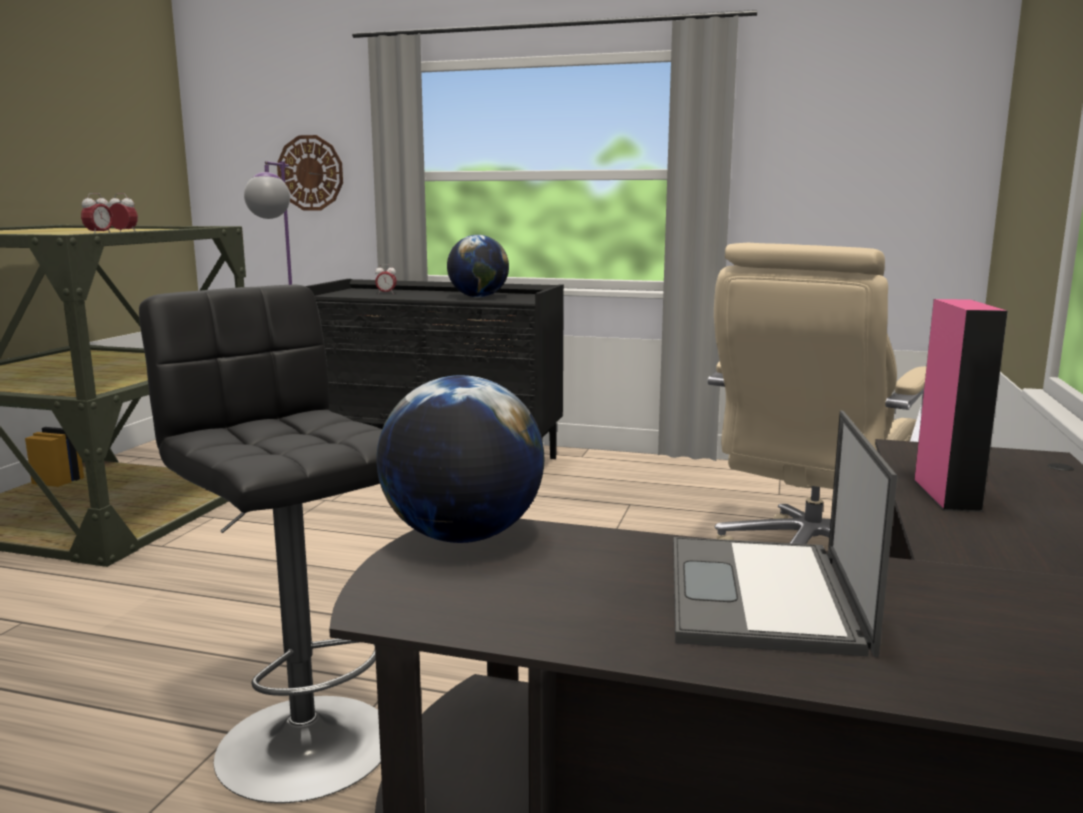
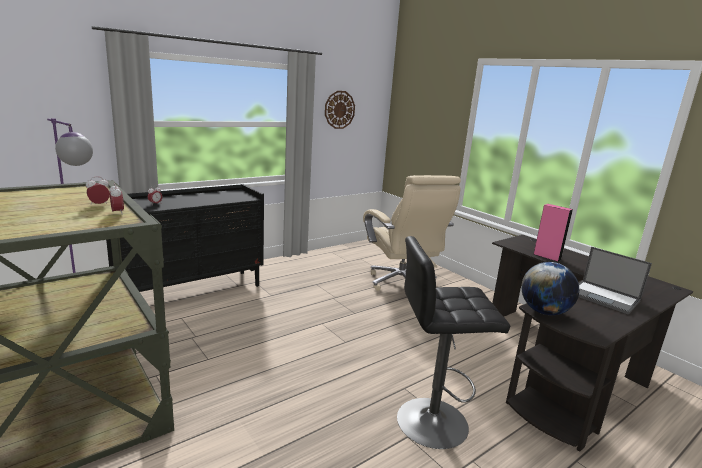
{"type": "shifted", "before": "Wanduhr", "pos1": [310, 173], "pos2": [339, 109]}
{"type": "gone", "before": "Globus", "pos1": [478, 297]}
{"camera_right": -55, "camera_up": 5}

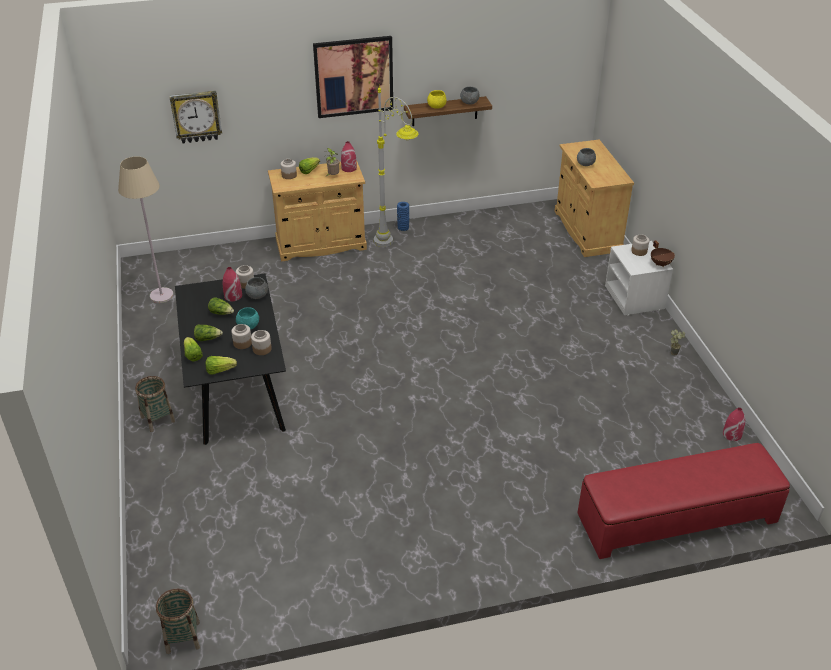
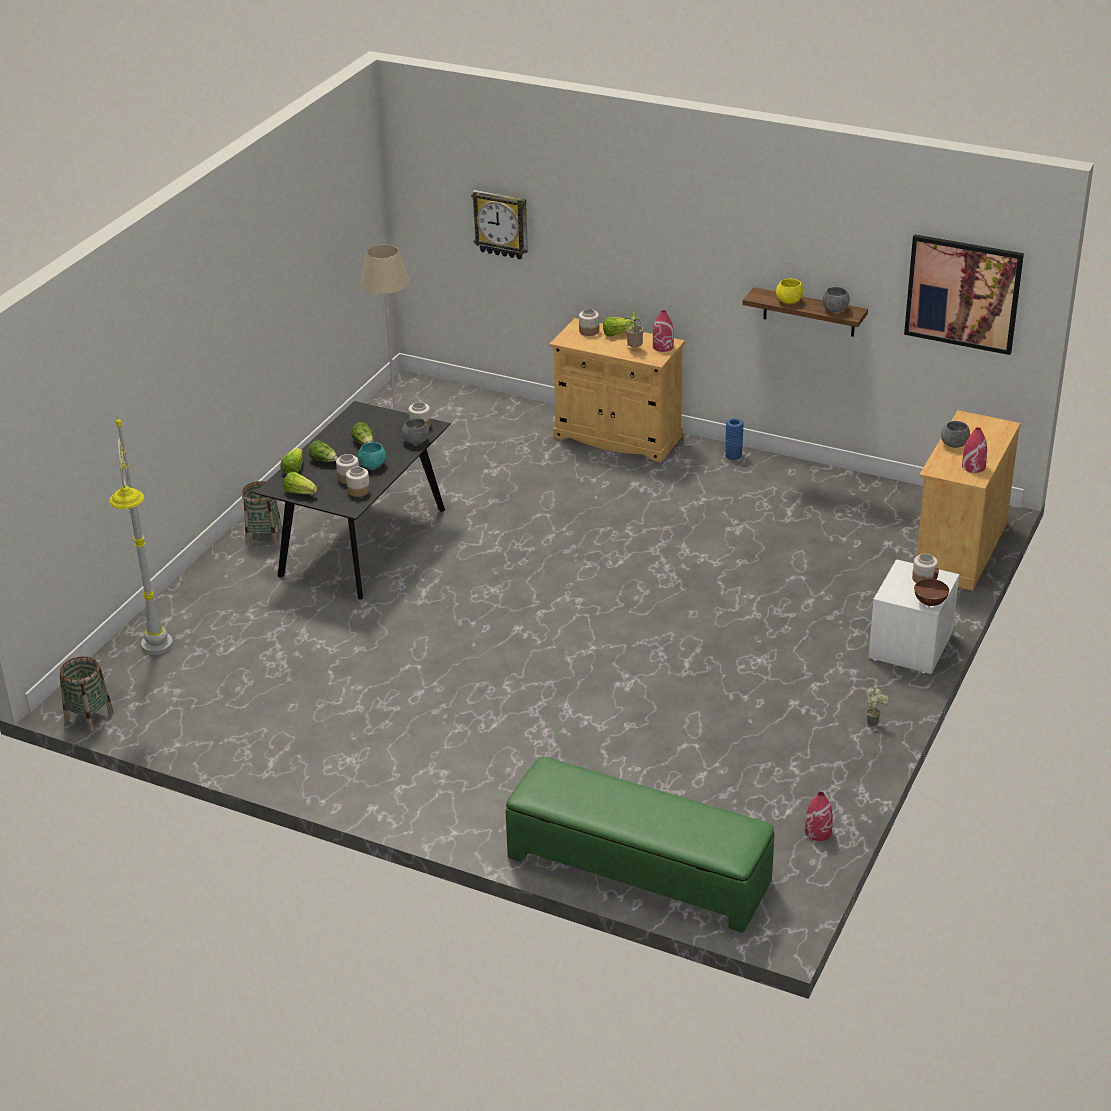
{"type": "shifted", "before": "Stehlampe (grau)", "pos1": [396, 247], "pos2": [157, 661]}
{"type": "repainted", "before": "Bank (rot)", "after": "Bank (grün)", "pos1": [676, 518], "pos2": [637, 869]}
{"type": "shifted", "before": "Bild", "pos1": [354, 76], "pos2": [963, 293]}
{"type": "shifted", "before": "Vase (rot)", "pos1": [233, 296], "pos2": [973, 466]}
{"camera_right": 40, "camera_up": -5}

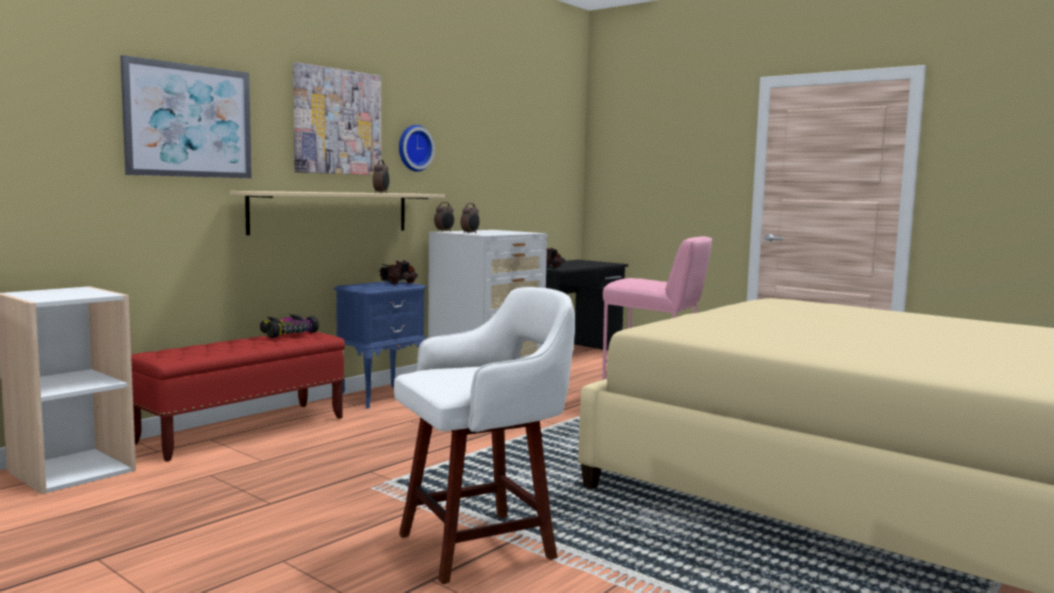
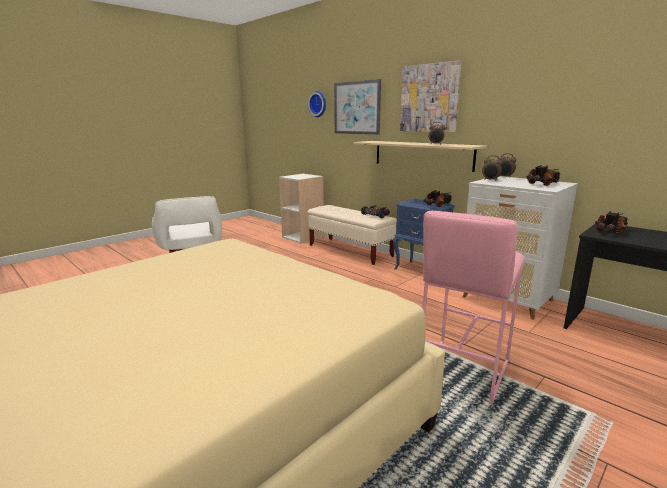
{"type": "repainted", "before": "Bank (rot)", "after": "Bank (beige)", "pos1": [243, 431], "pos2": [350, 251]}
{"type": "shifted", "before": "Wanduhr", "pos1": [413, 148], "pos2": [318, 104]}
{"type": "new", "after": "Spielzeuglaster", "pos2": [543, 184]}
{"camera_right": 95, "camera_up": 10}

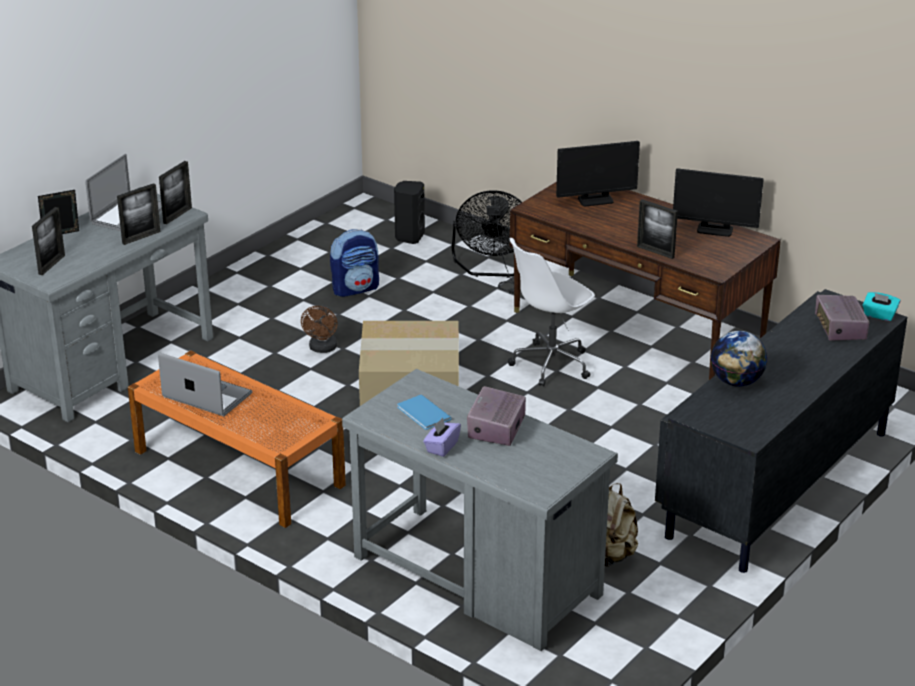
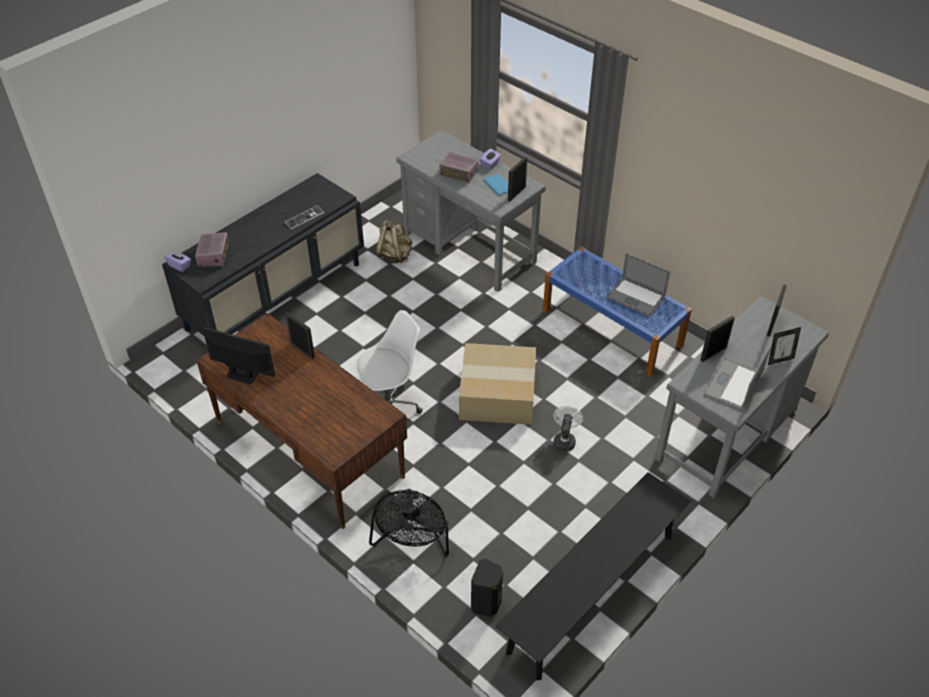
{"type": "repainted", "before": "Taschentuchbox (türkis)", "after": "Taschentuchbox (lila)", "pos1": [879, 315], "pos2": [179, 266]}
{"type": "swapped", "before": "Globus", "after": "Tastatur", "pos1": [736, 382], "pos2": [304, 218]}
{"type": "rotated", "before": "Radio", "pos1": [496, 428], "pos2": [459, 174], "turn": 90}
{"type": "new", "after": "Bank (schwarz)", "pos2": [592, 592]}
{"type": "shifted", "before": "Bilderrahmen", "pos1": [177, 215], "pos2": [516, 193]}
{"type": "repainted", "before": "Bank (orange)", "after": "Bank (blau)", "pos1": [238, 469], "pos2": [612, 327]}
{"type": "repainted", "before": "Ventilator (braun)", "after": "Ventilator (weiß)", "pos1": [322, 349], "pos2": [564, 440]}
{"type": "gone", "before": "Rucksack", "pos1": [355, 288]}
{"type": "gone", "before": "Monitor", "pos1": [595, 200]}
{"camera_right": -175, "camera_up": 15}

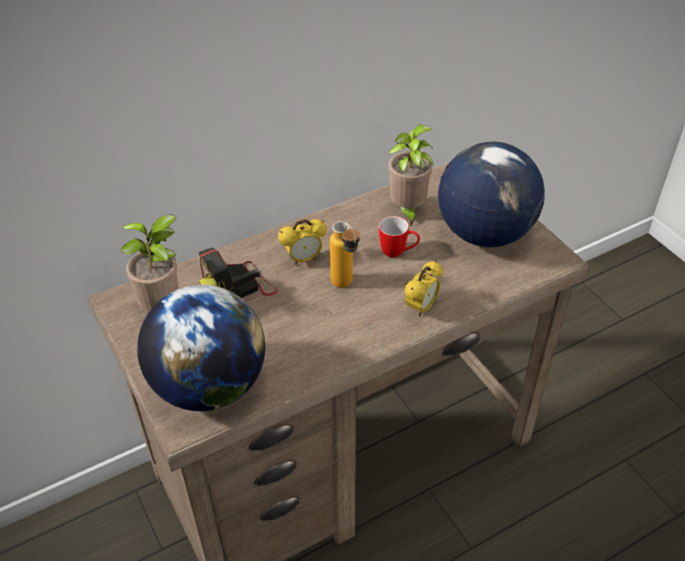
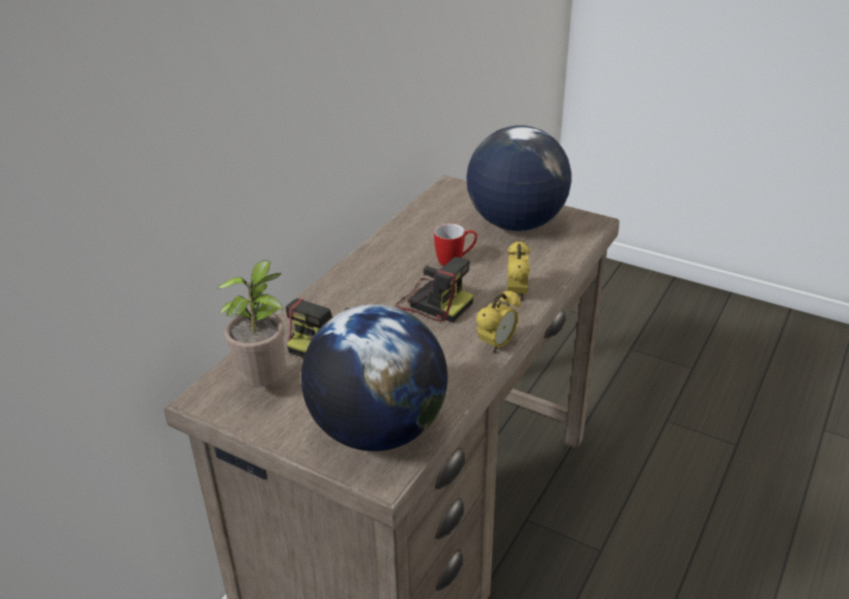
{"type": "swapped", "before": "Flasche", "after": "Kamera", "pos1": [345, 287], "pos2": [433, 302]}
{"type": "shifted", "before": "Wecker", "pos1": [303, 259], "pos2": [497, 345]}
{"type": "gone", "before": "Topfpflanze", "pos1": [407, 211]}
{"camera_right": -30, "camera_up": -10}

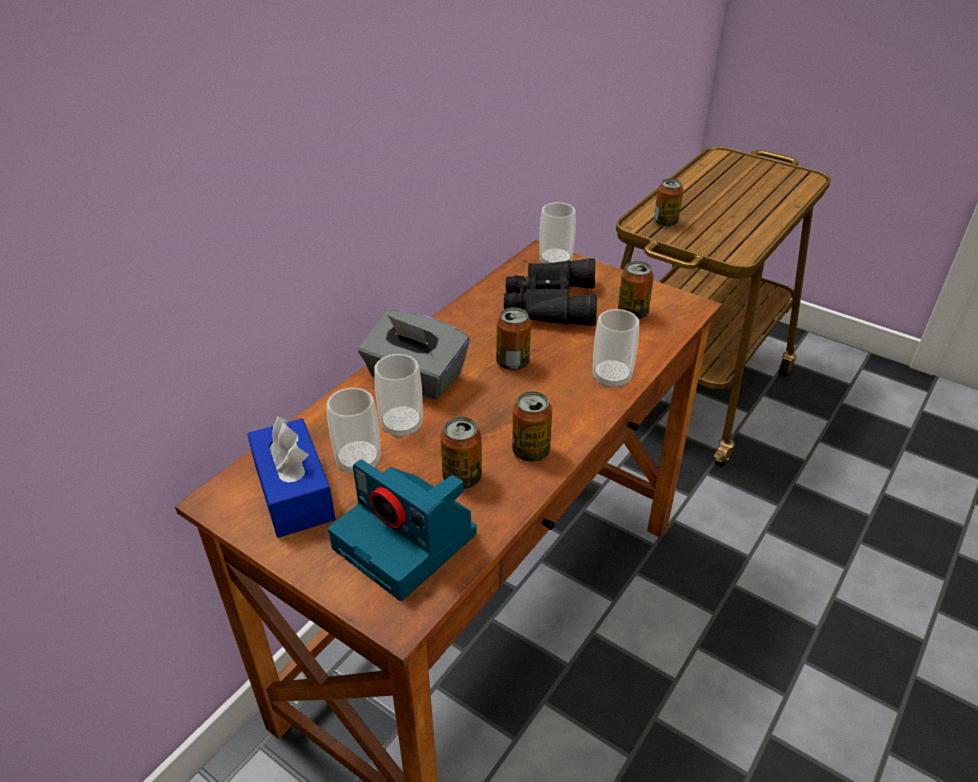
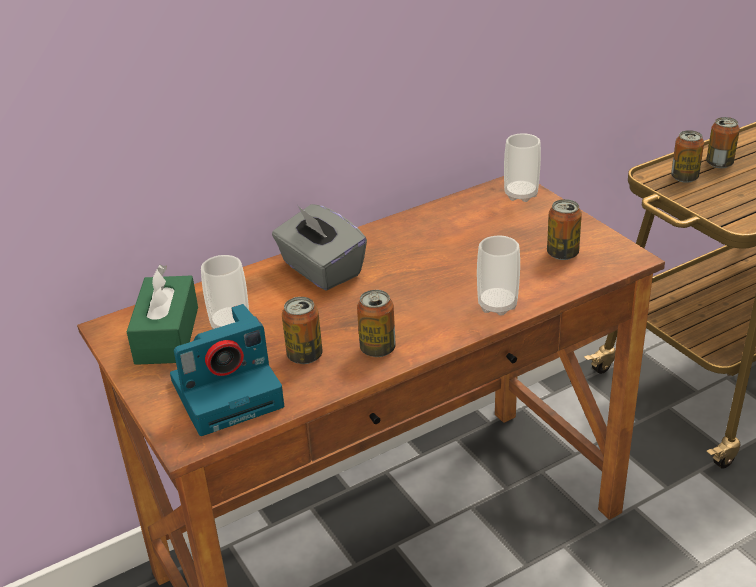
{"type": "repainted", "before": "Taschentuchbox (blau)", "after": "Taschentuchbox (grün)", "pos1": [294, 492], "pos2": [167, 335]}
{"type": "rotated", "before": "Kamera", "pos1": [408, 542], "pos2": [229, 392], "turn": -90}
{"type": "shifted", "before": "Dose", "pos1": [512, 363], "pos2": [719, 164]}
{"type": "gone", "before": "Tasse", "pos1": [402, 426]}
{"type": "gone", "before": "Fernglas (schwarz)", "pos1": [549, 303]}
{"camera_right": 25, "camera_up": -5}

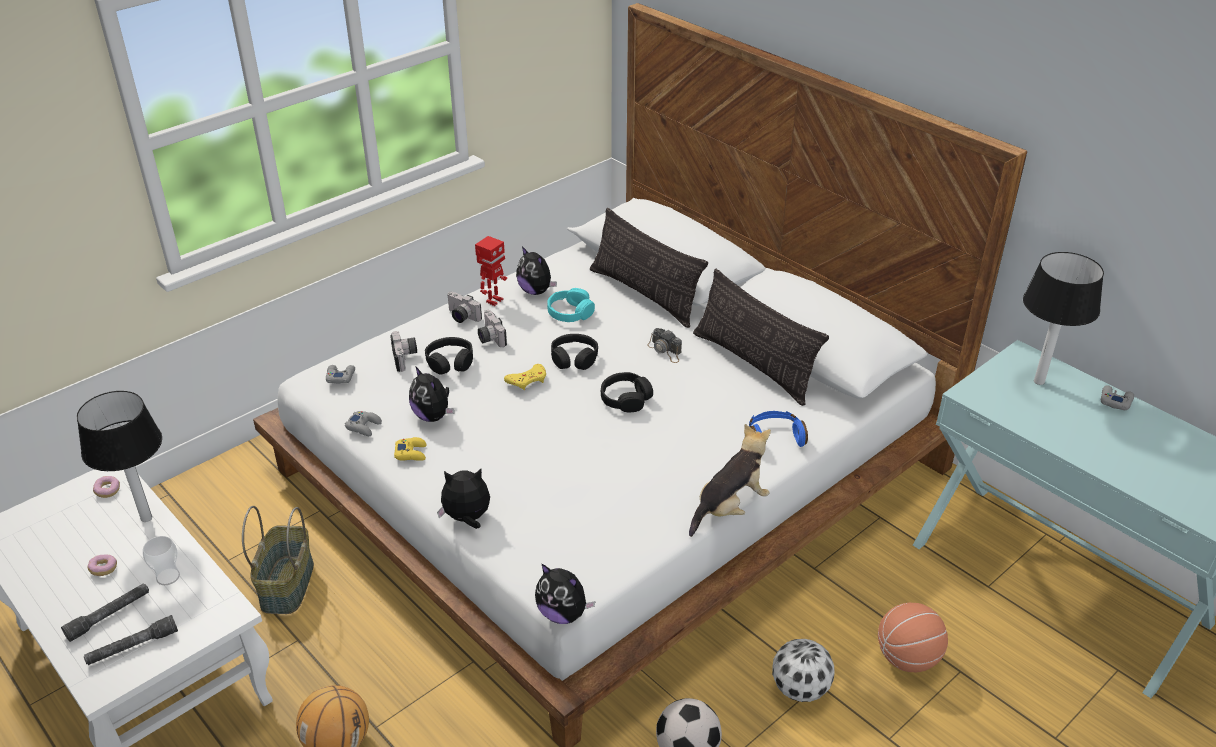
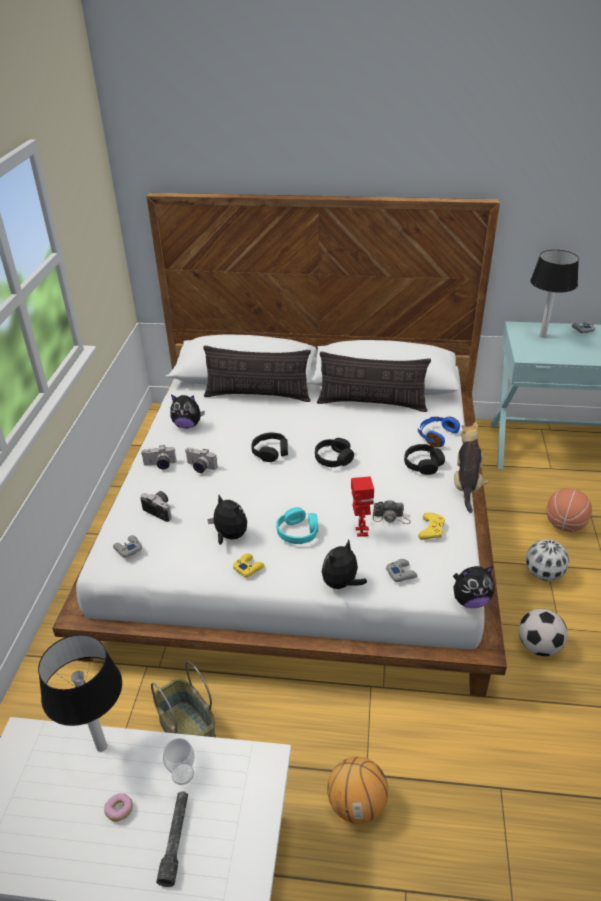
{"type": "rotated", "before": "Plüschtier", "pos1": [433, 416], "pos2": [229, 536], "turn": -150}
{"type": "shifted", "before": "Kopfhörer (türkis)", "pos1": [570, 313], "pos2": [298, 532]}
{"type": "shifted", "before": "Spielzeugroboter", "pos1": [493, 300], "pos2": [360, 532]}
{"type": "shifted", "before": "Kamera", "pos1": [665, 351], "pos2": [391, 518]}
{"type": "shifted", "before": "Gamepad (grau)", "pos1": [364, 426], "pos2": [401, 573]}
{"type": "shifted", "before": "Kopfhörer (schwarz)", "pos1": [450, 362], "pos2": [423, 464]}
{"type": "shifted", "before": "Gamepad (gelb)", "pos1": [527, 380], "pos2": [431, 529]}
{"type": "gone", "before": "Taschenlampe (grau)", "pos1": [132, 647]}
{"type": "gone", "before": "Donut", "pos1": [108, 491]}
{"camera_right": -40, "camera_up": 0}

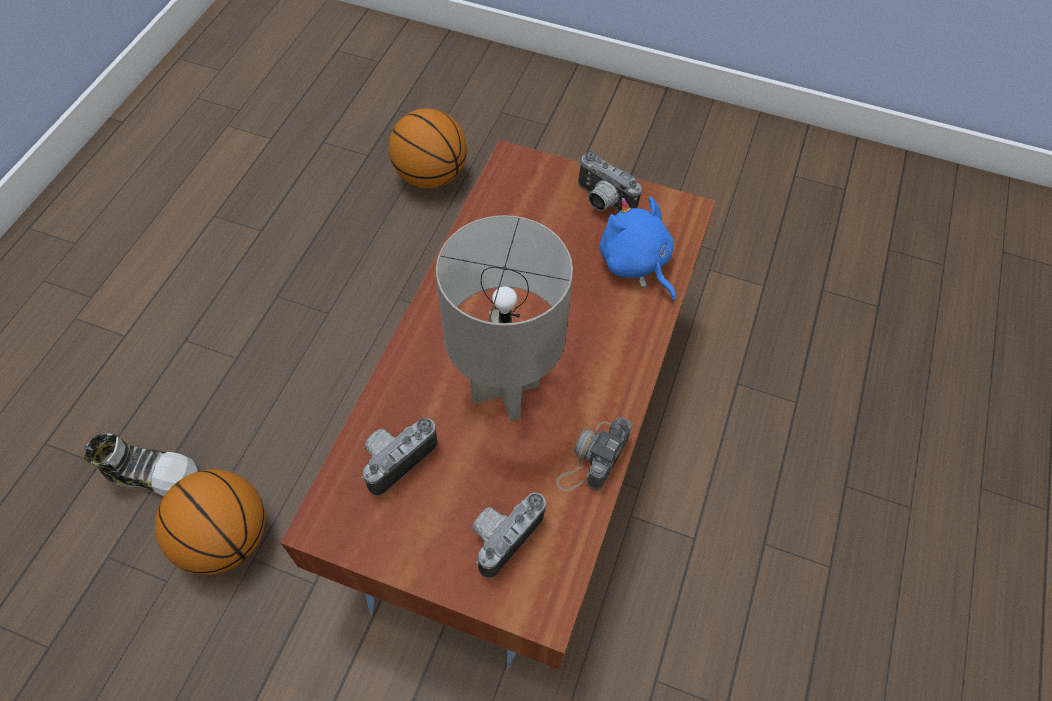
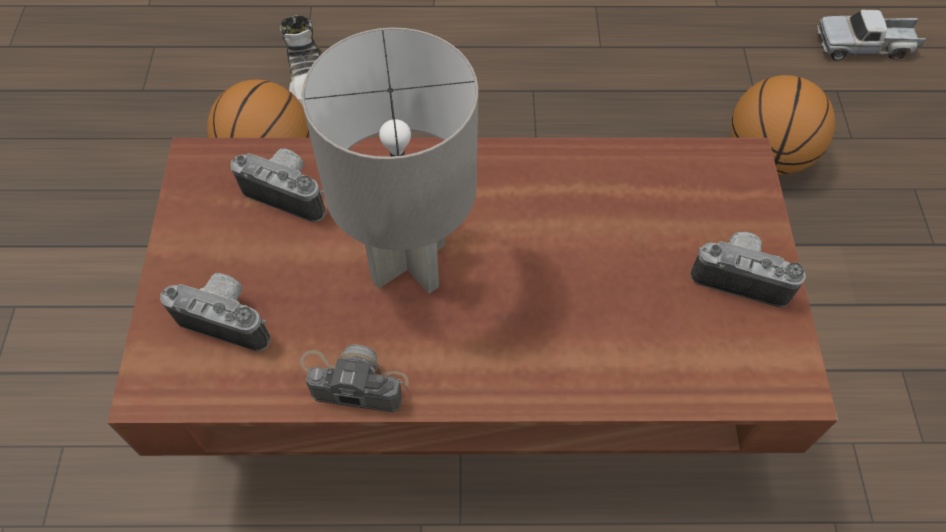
{"type": "rotated", "before": "Kamera", "pos1": [601, 202], "pos2": [741, 277], "turn": 90}
{"type": "new", "after": "Spielzeuglaster", "pos2": [864, 46]}
{"type": "gone", "before": "Plüschtier (blau)", "pos1": [635, 264]}
{"camera_right": 70, "camera_up": 0}

